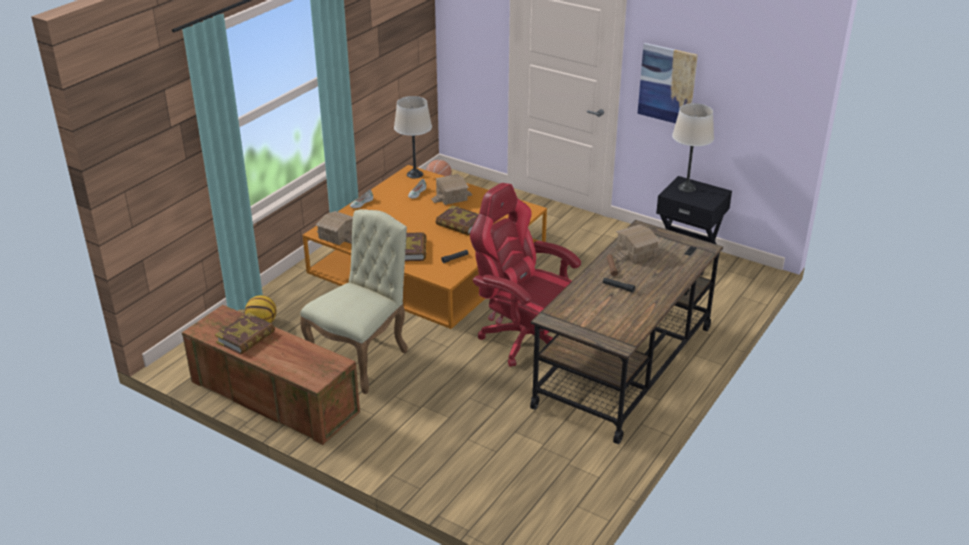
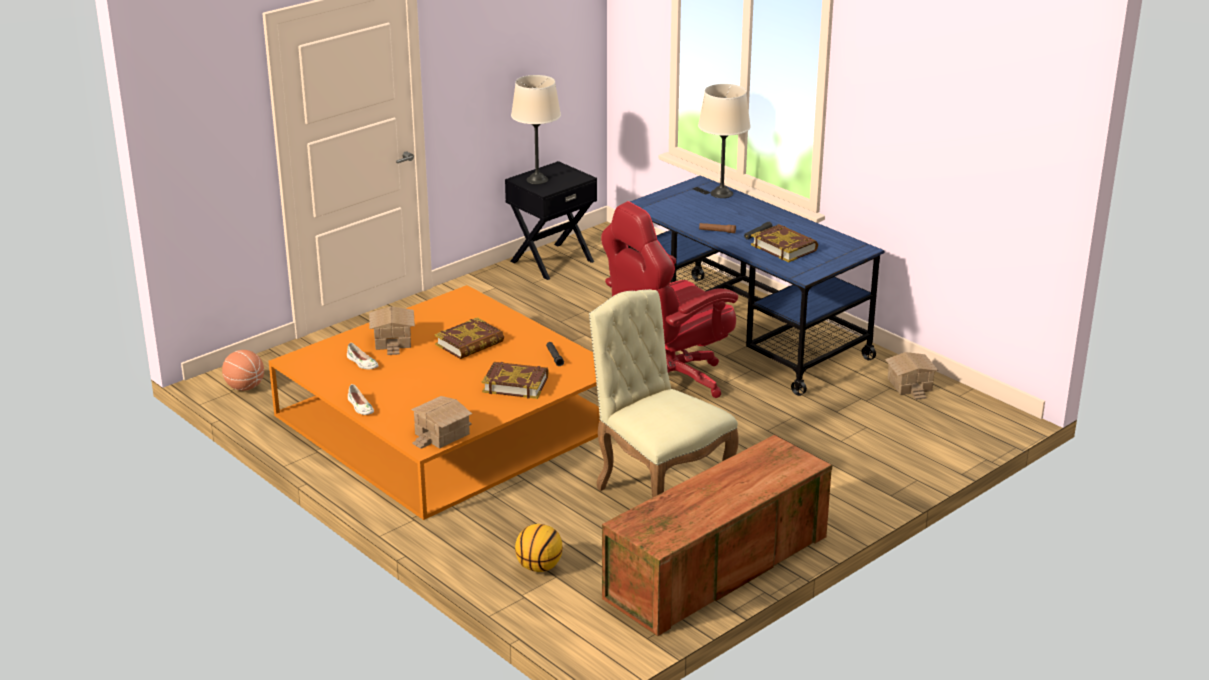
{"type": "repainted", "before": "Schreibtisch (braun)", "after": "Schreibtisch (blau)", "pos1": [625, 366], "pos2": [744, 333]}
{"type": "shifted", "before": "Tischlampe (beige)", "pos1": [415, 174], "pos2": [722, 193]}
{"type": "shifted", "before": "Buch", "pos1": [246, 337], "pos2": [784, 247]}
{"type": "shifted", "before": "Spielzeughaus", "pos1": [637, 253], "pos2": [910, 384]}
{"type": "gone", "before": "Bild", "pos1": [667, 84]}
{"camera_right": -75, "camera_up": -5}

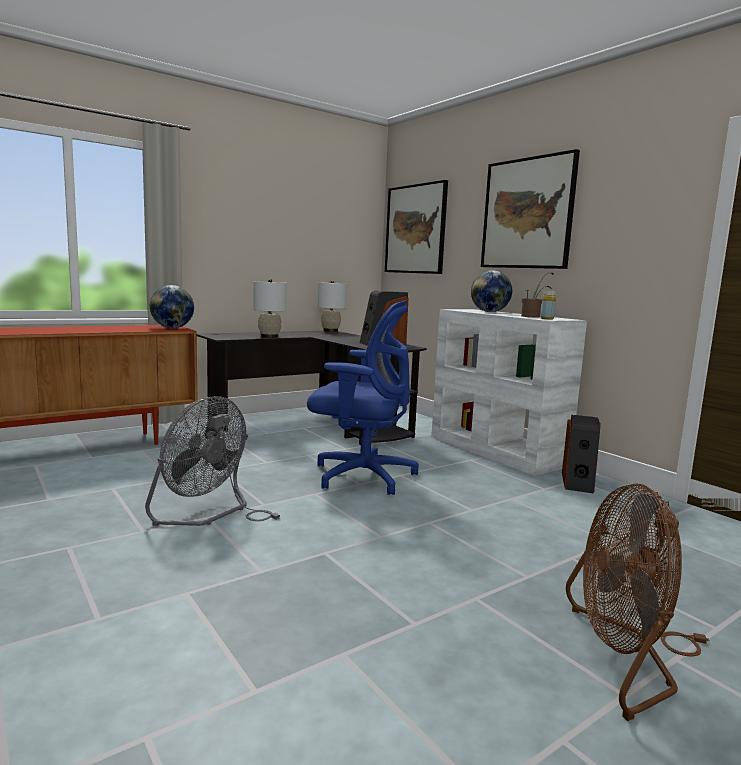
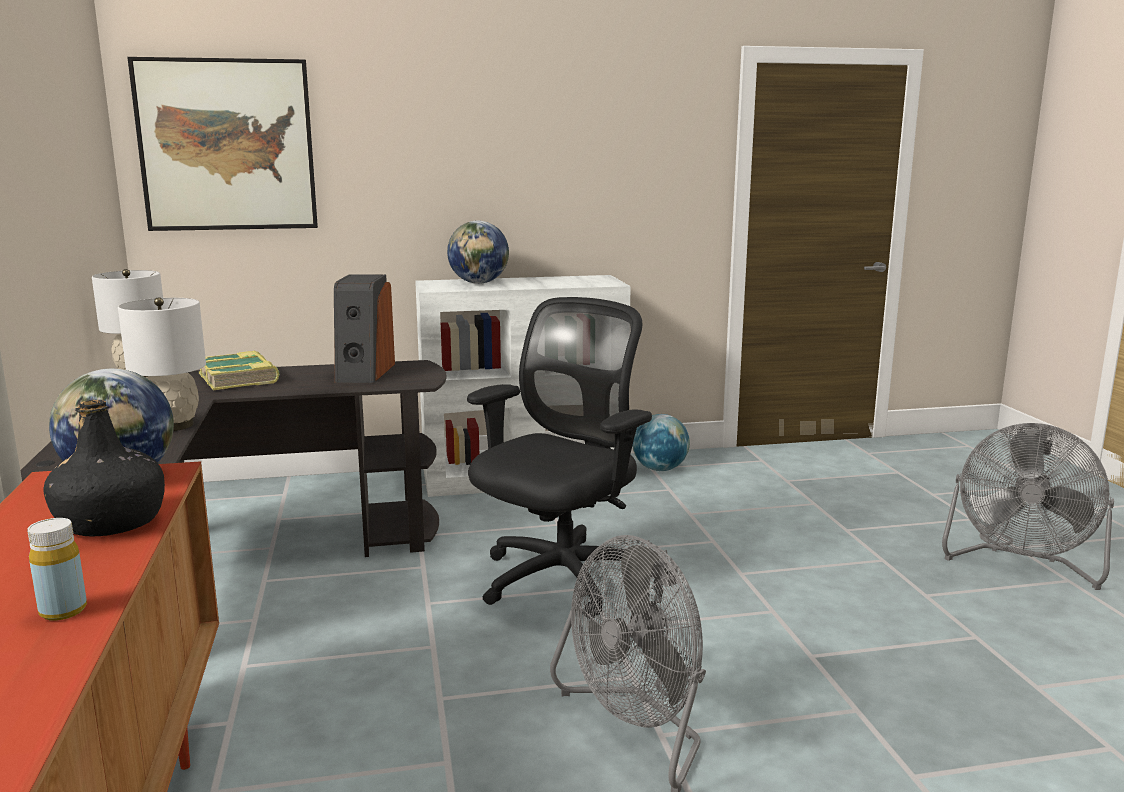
{"type": "shifted", "before": "Flasche (gelb)", "pos1": [547, 319], "pos2": [63, 611]}
{"type": "new", "after": "Flasche (schwarz)", "pos2": [112, 523]}
{"type": "new", "after": "Buch", "pos2": [239, 378]}
{"type": "repainted", "before": "Bürostuhl (blau)", "after": "Bürostuhl (schwarz)", "pos1": [357, 476], "pos2": [558, 583]}
{"type": "swapped", "before": "Lautsprecher", "after": "Globus", "pos1": [578, 482], "pos2": [660, 469]}
{"type": "repainted", "before": "Ventilator (braun)", "after": "Ventilator (grau)", "pos1": [629, 656], "pos2": [1016, 561]}
{"type": "gone", "before": "Bild", "pos1": [527, 213]}
{"type": "gone", "before": "Topfpflanze", "pos1": [533, 316]}
{"camera_right": -65, "camera_up": 5}

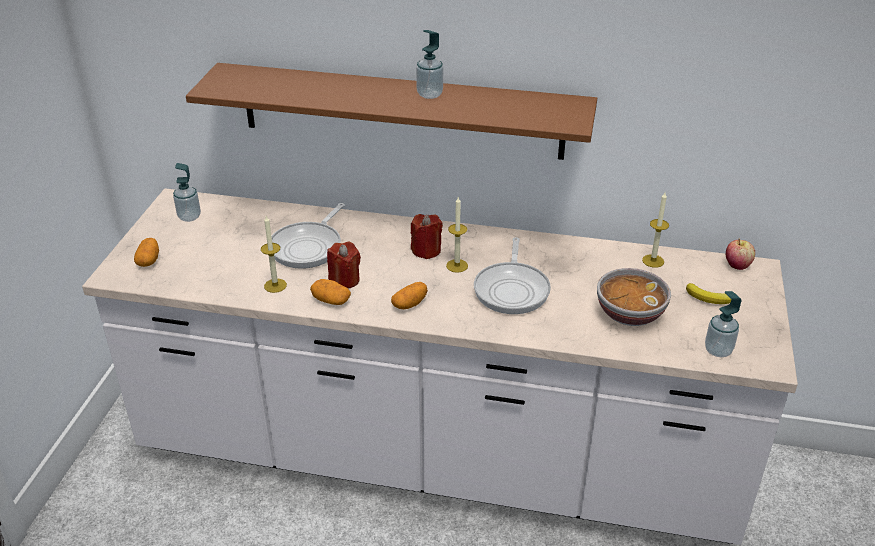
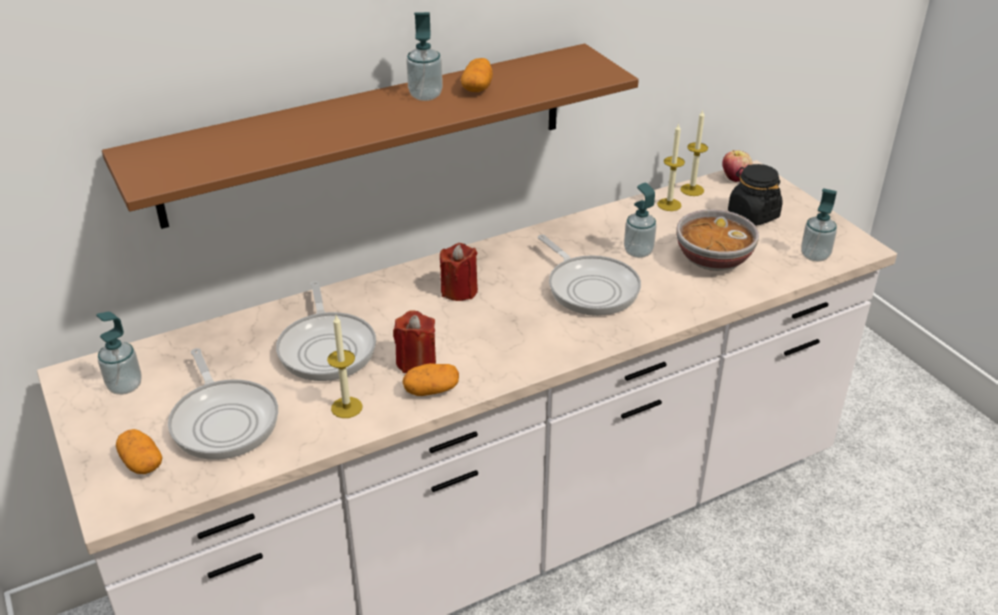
{"type": "new", "after": "Pfanne", "pos2": [224, 420]}
{"type": "shifted", "before": "Kartoffel", "pos1": [410, 304], "pos2": [477, 88]}
{"type": "new", "after": "Seifenspender", "pos2": [638, 252]}
{"type": "shifted", "before": "Kerze", "pos1": [457, 266], "pos2": [692, 190]}
{"type": "swapped", "before": "Banane", "after": "Vorratsglas (schwarz)", "pos1": [711, 298], "pos2": [753, 215]}
{"camera_right": -40, "camera_up": 0}

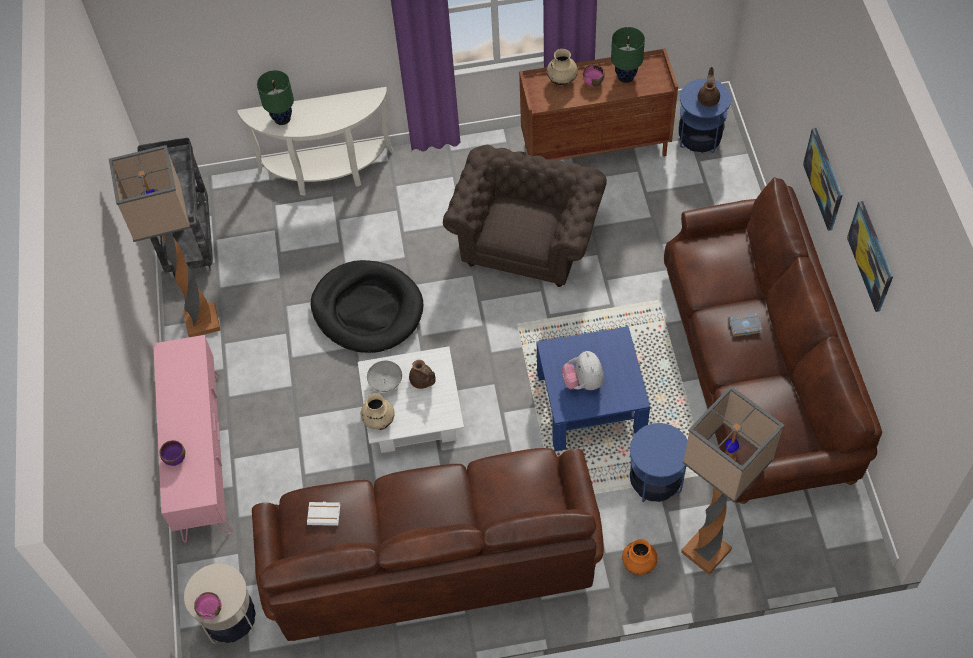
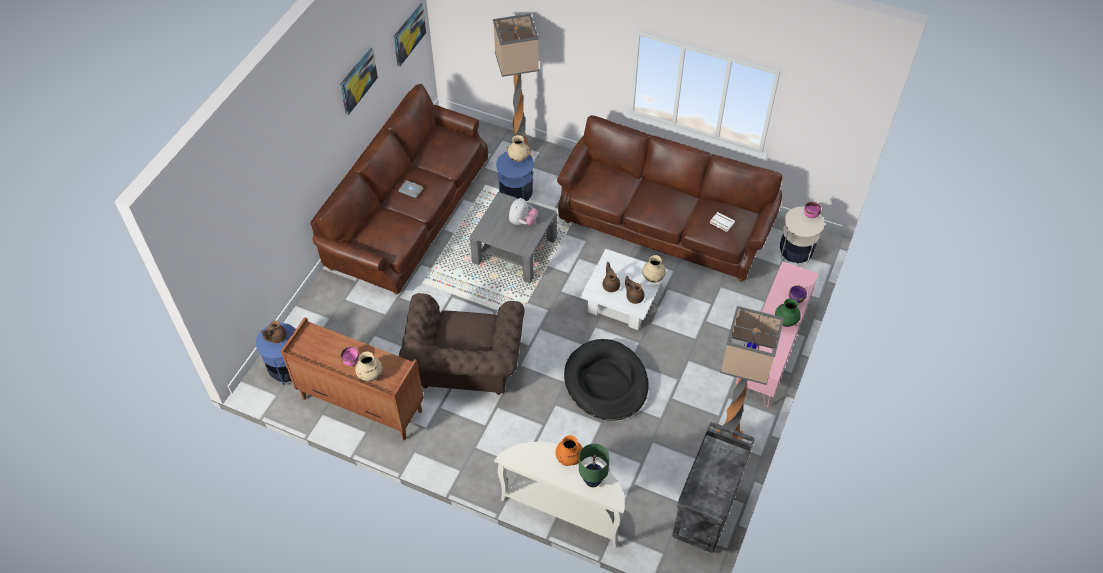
{"type": "shifted", "before": "Bild", "pos1": [824, 179], "pos2": [408, 34]}
{"type": "rotated", "before": "Sessel (braun)", "pos1": [527, 240], "pos2": [465, 367], "turn": -45}
{"type": "repainted", "before": "Couchtisch (blau)", "after": "Couchtisch (grau)", "pos1": [591, 403], "pos2": [514, 250]}
{"type": "new", "after": "Vase (beige)", "pos2": [518, 158]}
{"type": "shifted", "before": "Vase (orange)", "pos1": [638, 563], "pos2": [569, 458]}
{"type": "swapped", "before": "Schüssel (grau)", "after": "Teekanne (braun)", "pos1": [385, 383], "pos2": [634, 297]}
{"type": "new", "after": "Vase (grün)", "pos2": [785, 321]}
{"type": "gone", "before": "Tischlampe (grün)", "pos1": [625, 76]}
{"camera_right": -150, "camera_up": -5}

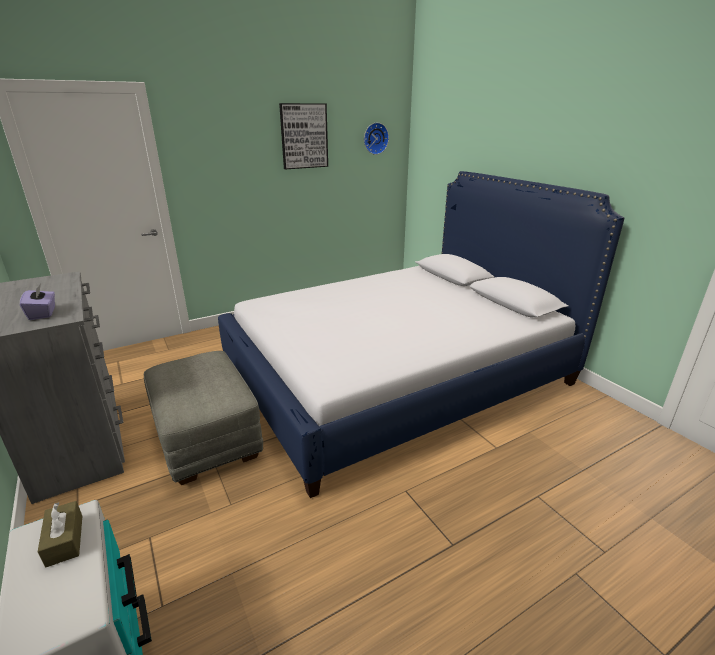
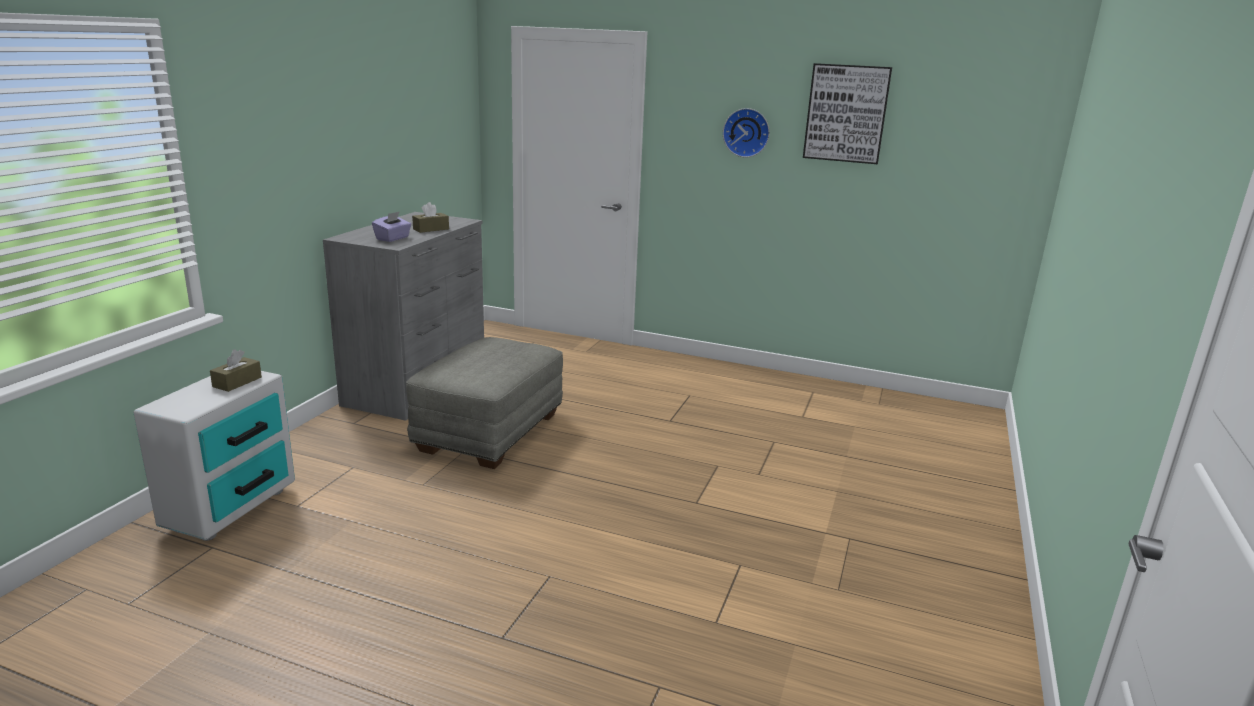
{"type": "new", "after": "Taschentuchbox (braun)", "pos2": [431, 229]}
{"type": "shifted", "before": "Wanduhr", "pos1": [375, 138], "pos2": [746, 132]}
{"type": "gone", "before": "Bett", "pos1": [397, 374]}
{"camera_right": 50, "camera_up": -5}

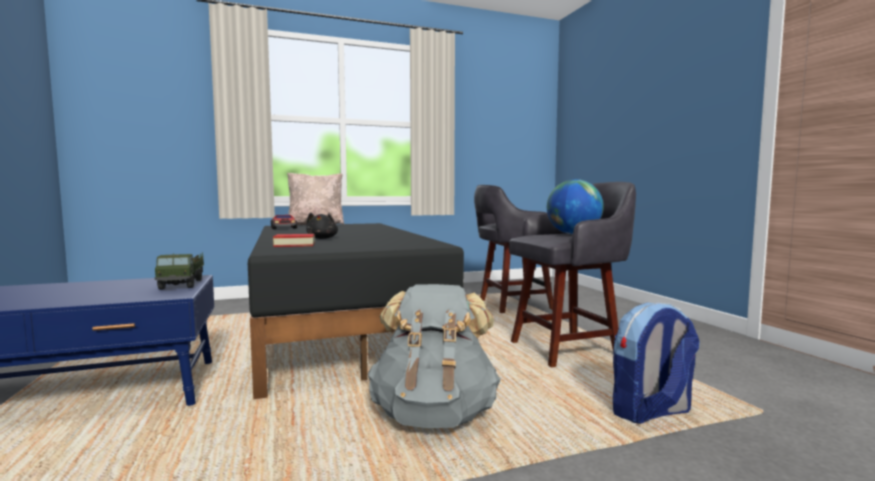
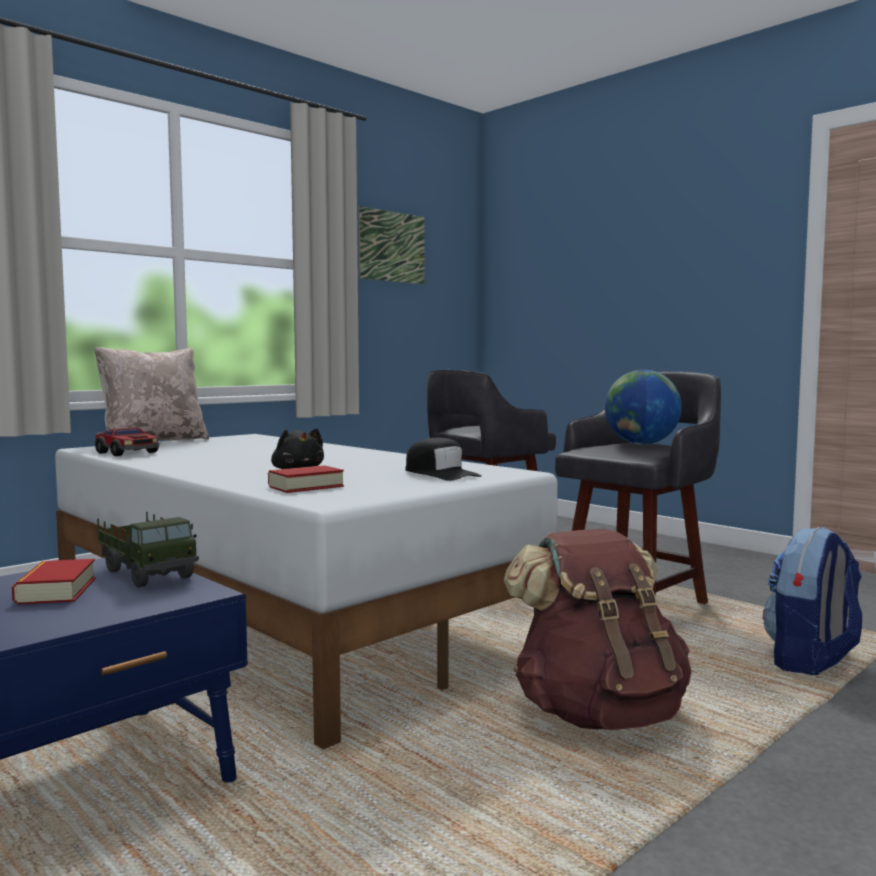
{"type": "new", "after": "Buch", "pos2": [56, 591]}
{"type": "repainted", "before": "Bett (schwarz)", "after": "Bett (weiß)", "pos1": [341, 327], "pos2": [280, 618]}
{"type": "new", "after": "Bild", "pos2": [392, 246]}
{"type": "new", "after": "Kappe (schwarz)", "pos2": [441, 474]}
{"type": "repainted", "before": "Rucksack (grau)", "after": "Rucksack (braun)", "pos1": [434, 414], "pos2": [598, 713]}
{"camera_right": -25, "camera_up": 0}

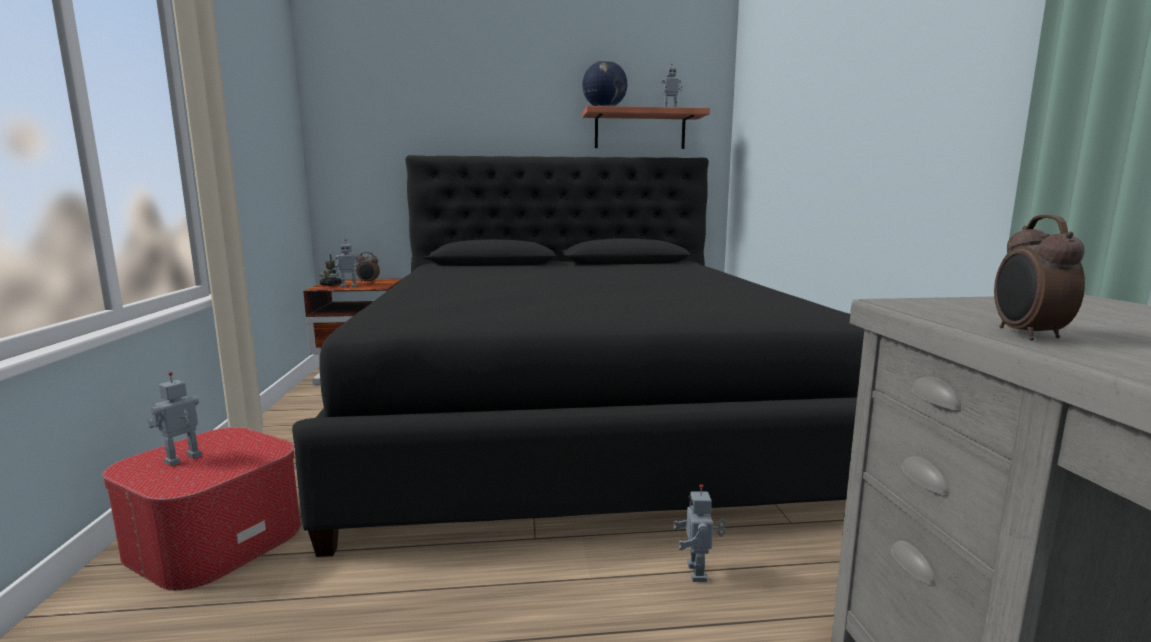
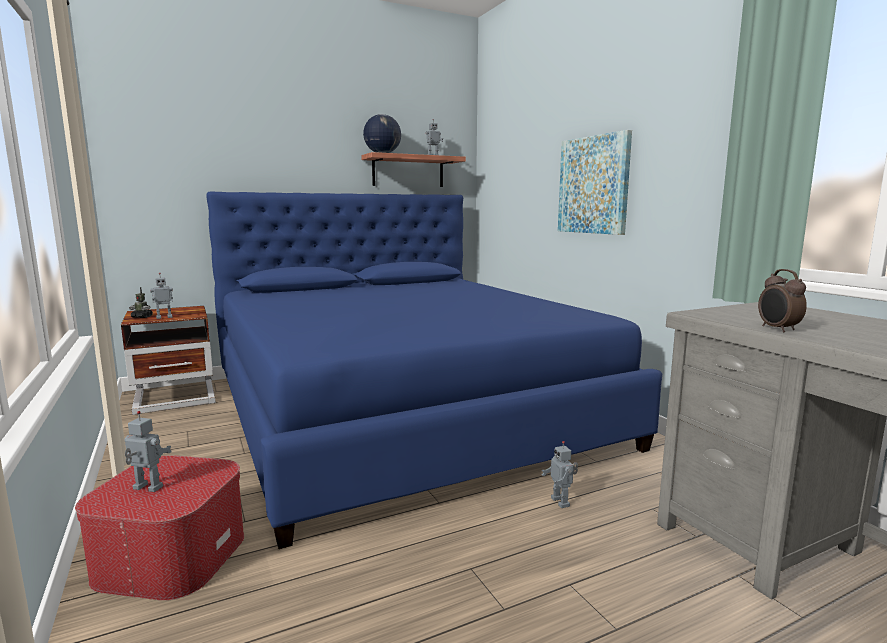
{"type": "rotated", "before": "Spielzeugroboter", "pos1": [184, 460], "pos2": [146, 488], "turn": 90}
{"type": "repainted", "before": "Bett (schwarz)", "after": "Bett (blau)", "pos1": [578, 414], "pos2": [402, 409]}
{"type": "new", "after": "Bild", "pos2": [593, 185]}
{"type": "gone", "before": "Wecker", "pos1": [368, 282]}
{"camera_right": -20, "camera_up": 0}

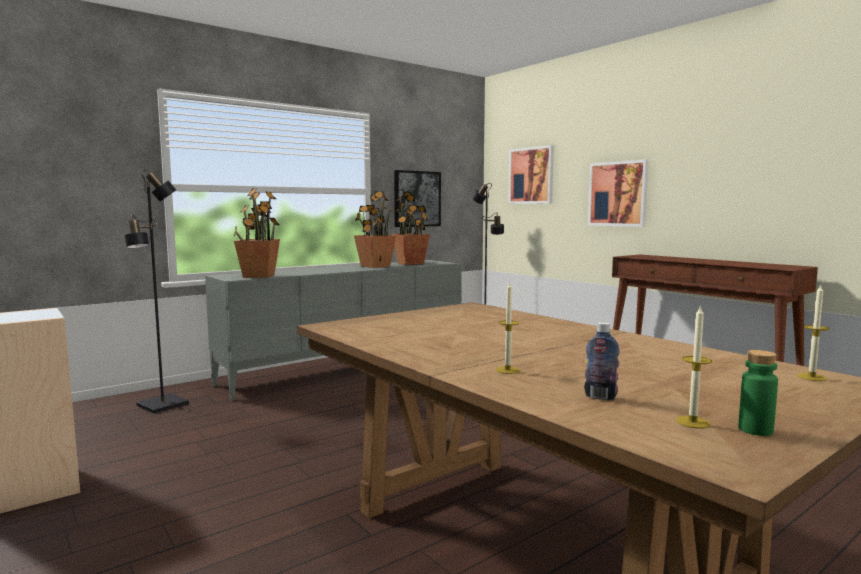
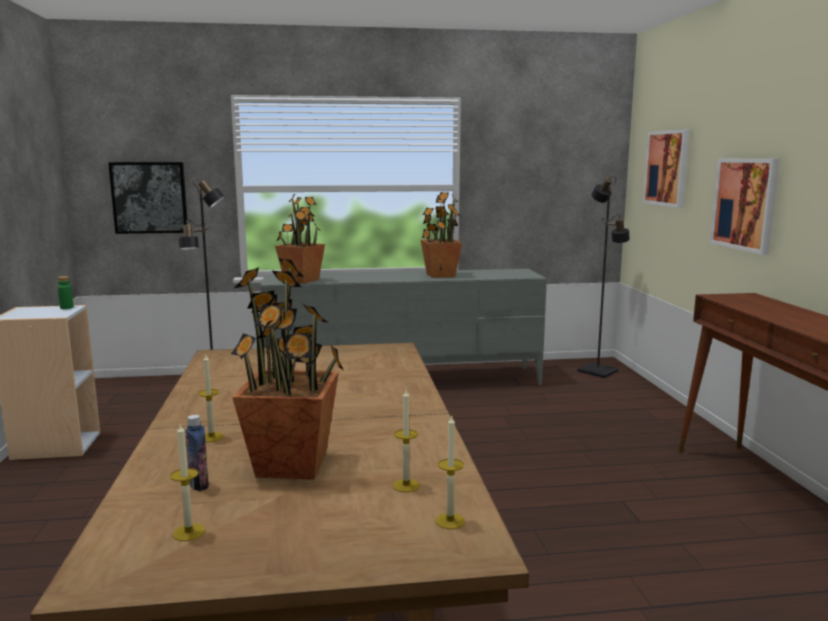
{"type": "shifted", "before": "Flasche (grün)", "pos1": [755, 430], "pos2": [66, 308]}
{"type": "shifted", "before": "Bild", "pos1": [417, 199], "pos2": [149, 197]}
{"type": "shifted", "before": "Topfpflanze", "pos1": [411, 263], "pos2": [292, 465]}
{"type": "new", "after": "Kerze", "pos2": [406, 485]}
{"camera_right": 30, "camera_up": 5}

